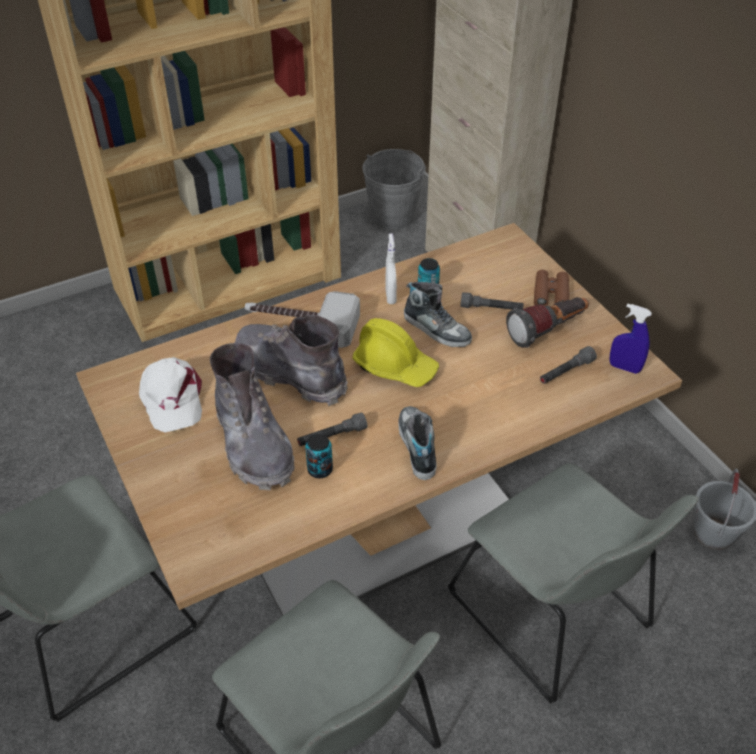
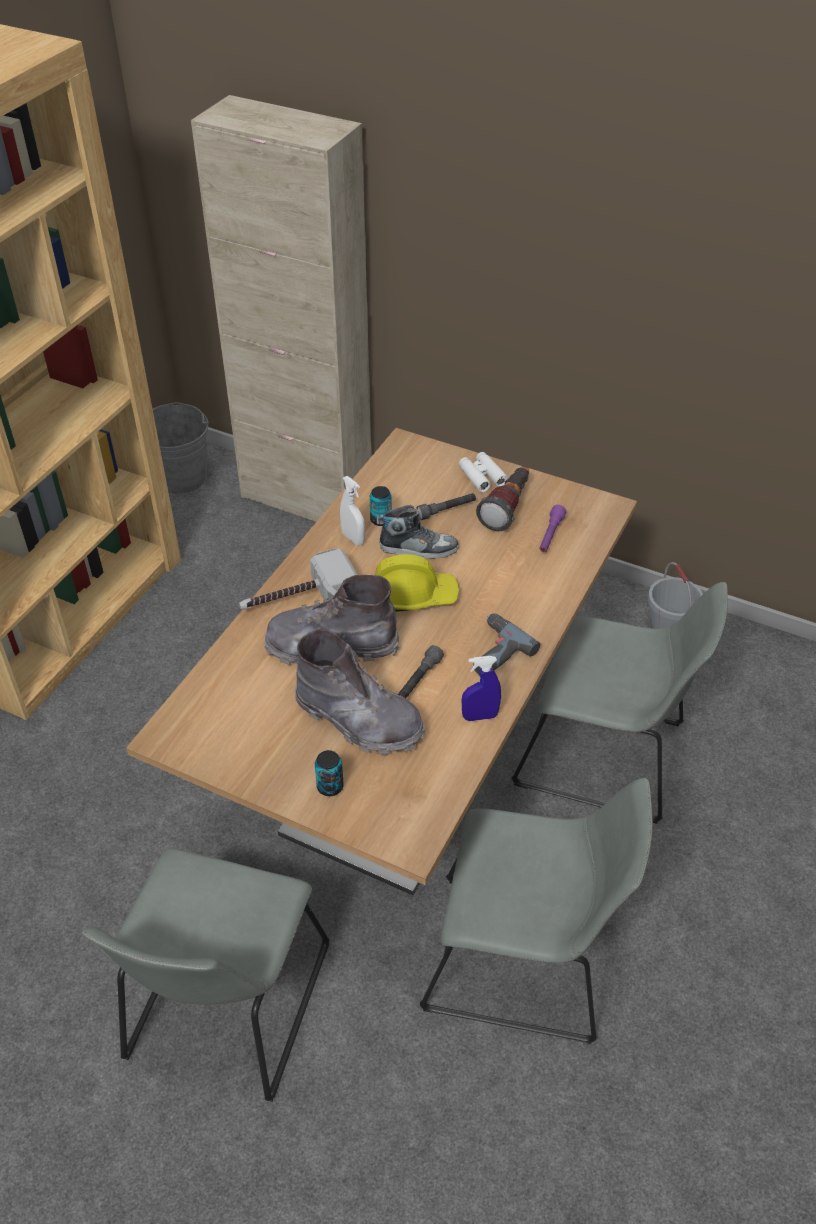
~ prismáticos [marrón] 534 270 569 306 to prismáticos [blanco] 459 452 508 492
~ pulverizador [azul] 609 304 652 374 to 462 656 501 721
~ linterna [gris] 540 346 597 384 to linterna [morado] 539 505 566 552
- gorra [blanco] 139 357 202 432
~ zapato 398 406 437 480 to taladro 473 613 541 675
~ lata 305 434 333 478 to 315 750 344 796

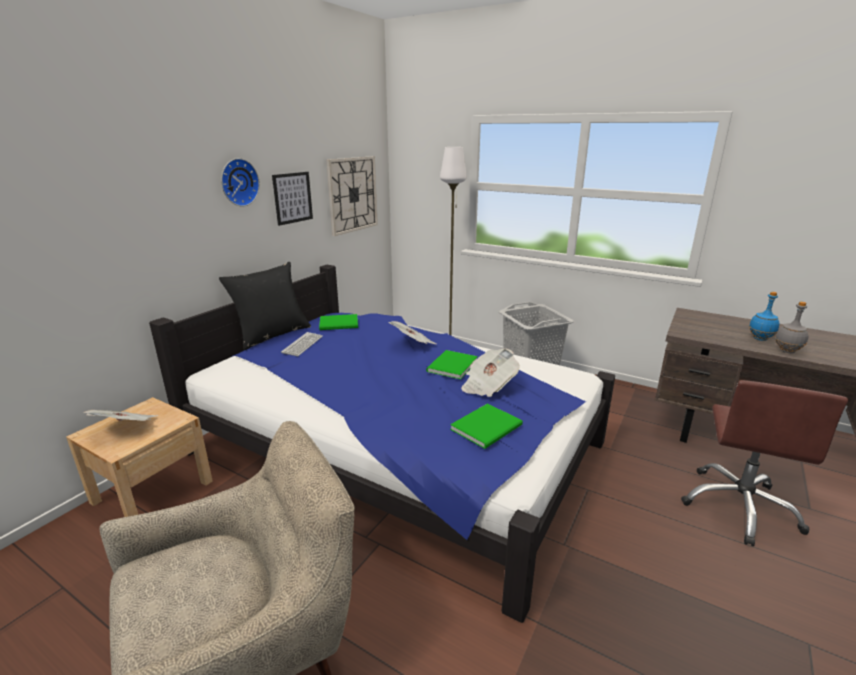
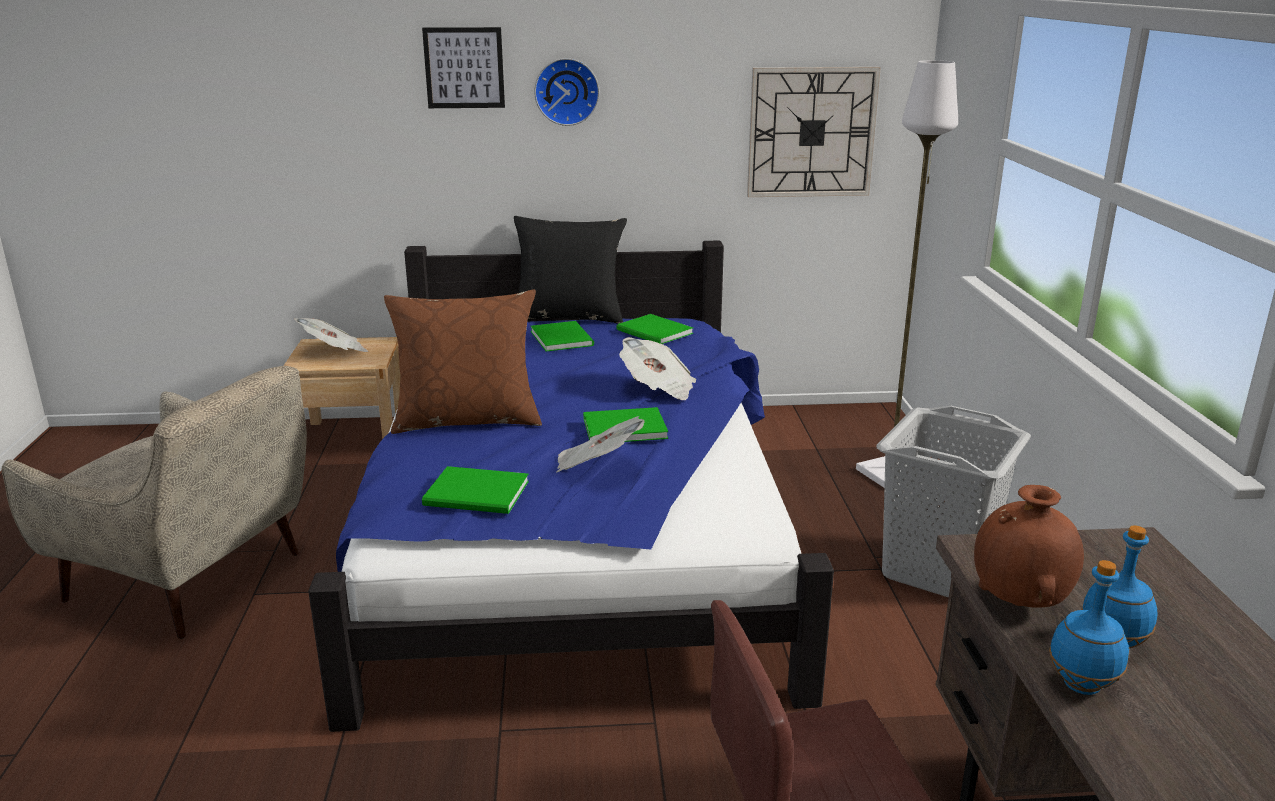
~ cuadro 272 172 313 226 to 422 27 505 108
~ botella [gris] 775 301 808 353 to botella [azul] 1049 560 1129 695
~ teclado 281 332 323 356 to libro [verde] 531 321 594 352
+ cojín [marrón] 384 290 542 434
+ florero [marrón] 974 485 1084 608

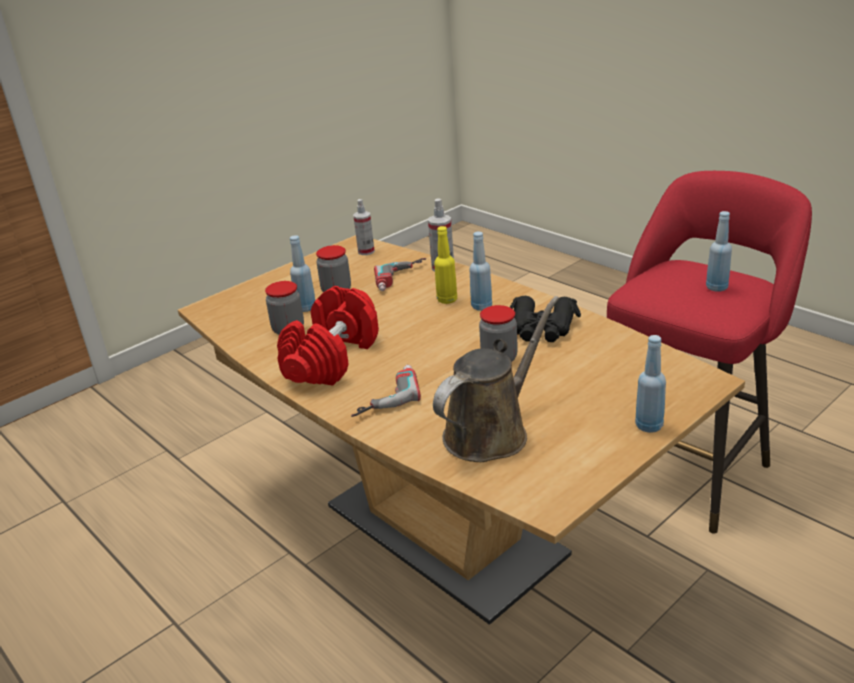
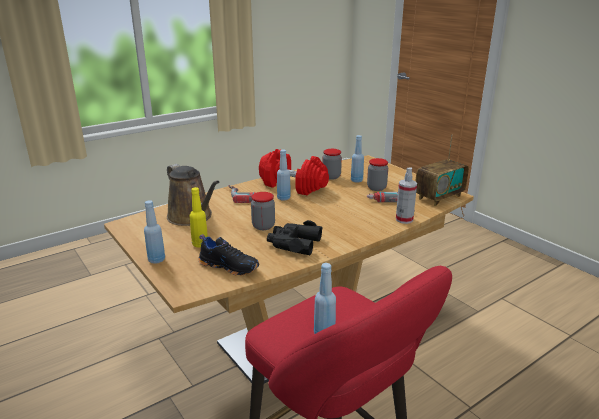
~ pulverizador 353 199 375 255 to radio 416 135 469 206
~ botella [amarillo] 434 226 457 304 to 189 187 208 248
~ botella [azul] 469 232 492 311 to 277 150 291 200
+ zapato [negro] 198 234 259 275

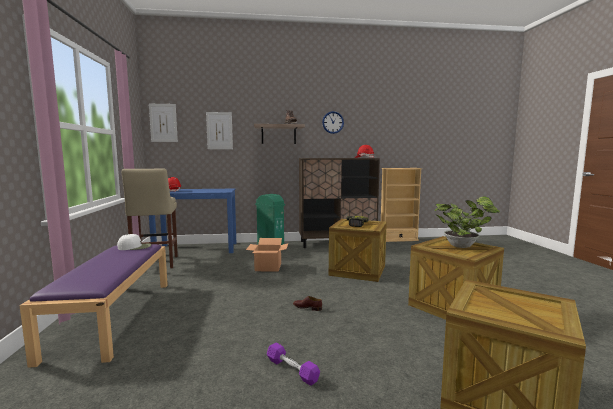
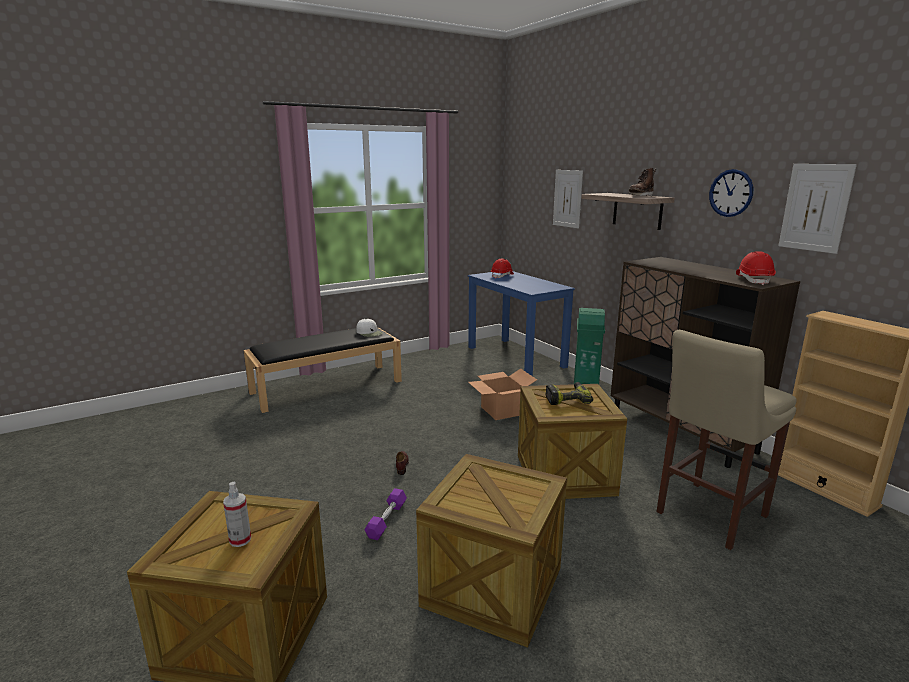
~ cuadro 149 104 178 142 to 778 164 857 254
~ taburete [beis] 122 168 178 268 to 656 330 796 550
- planta en maceta 434 196 500 248
~ banco [morado] 20 244 168 368 to banco [negro] 243 328 402 413
~ mancuerna [morado] 267 343 320 386 to 364 488 407 540
+ pulverizador 223 481 251 547

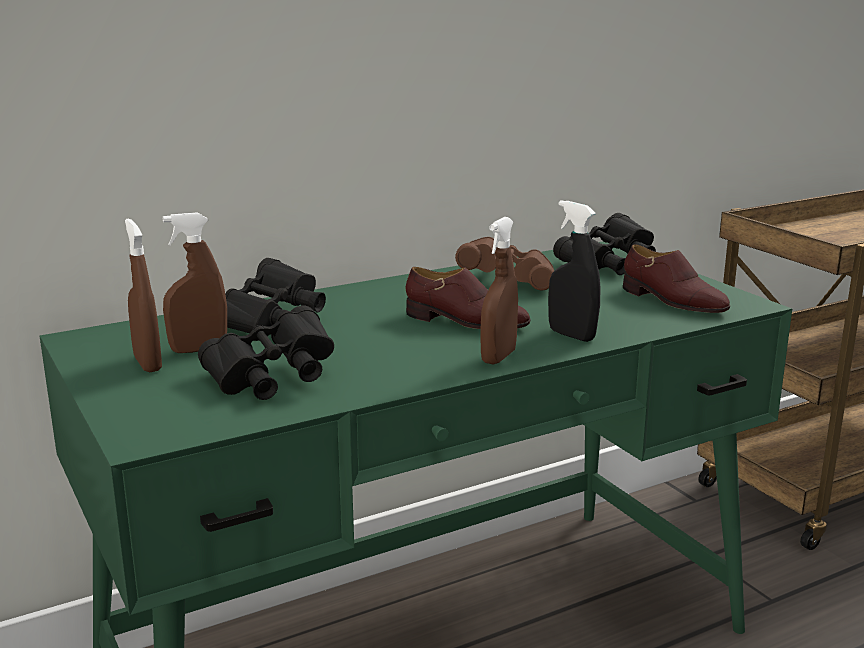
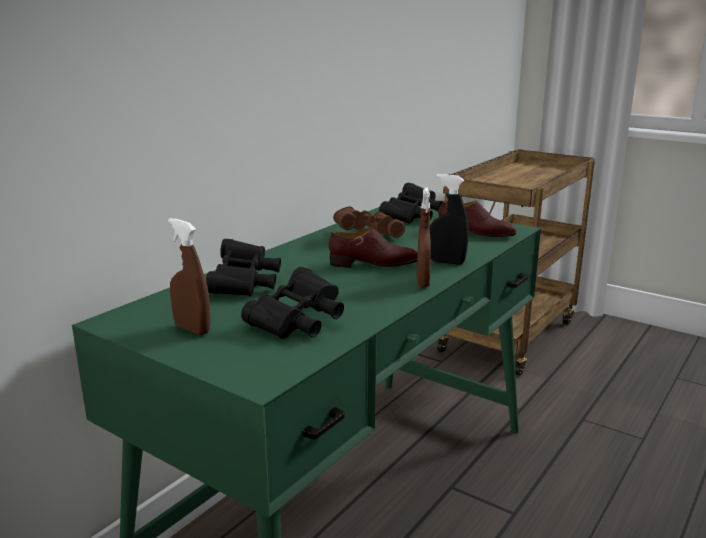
- pulverizador [marrón] 163 213 227 353

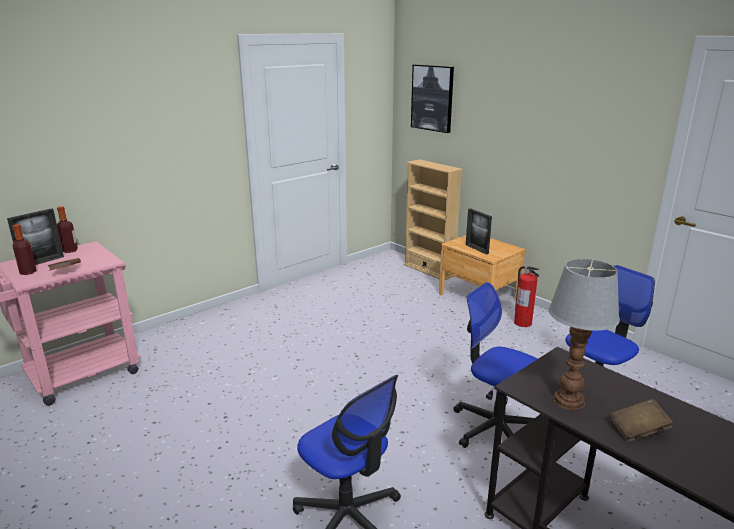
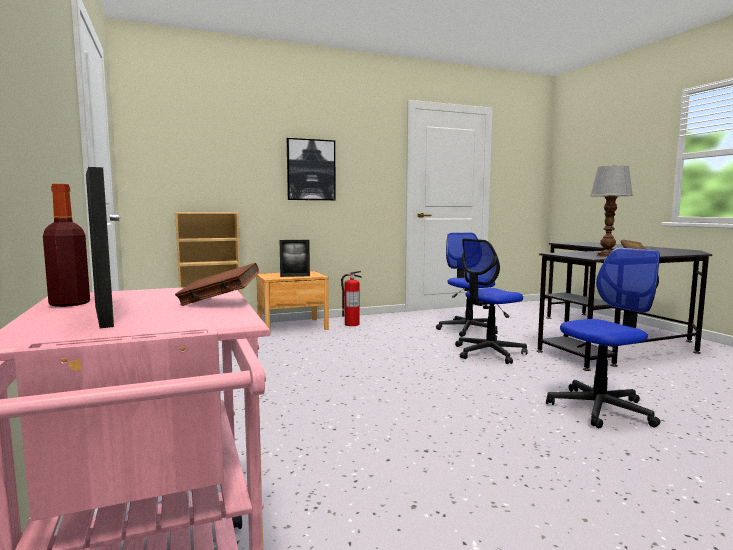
~ cuadro 411 64 454 133 to 287 138 336 200
- botella 13 224 37 275

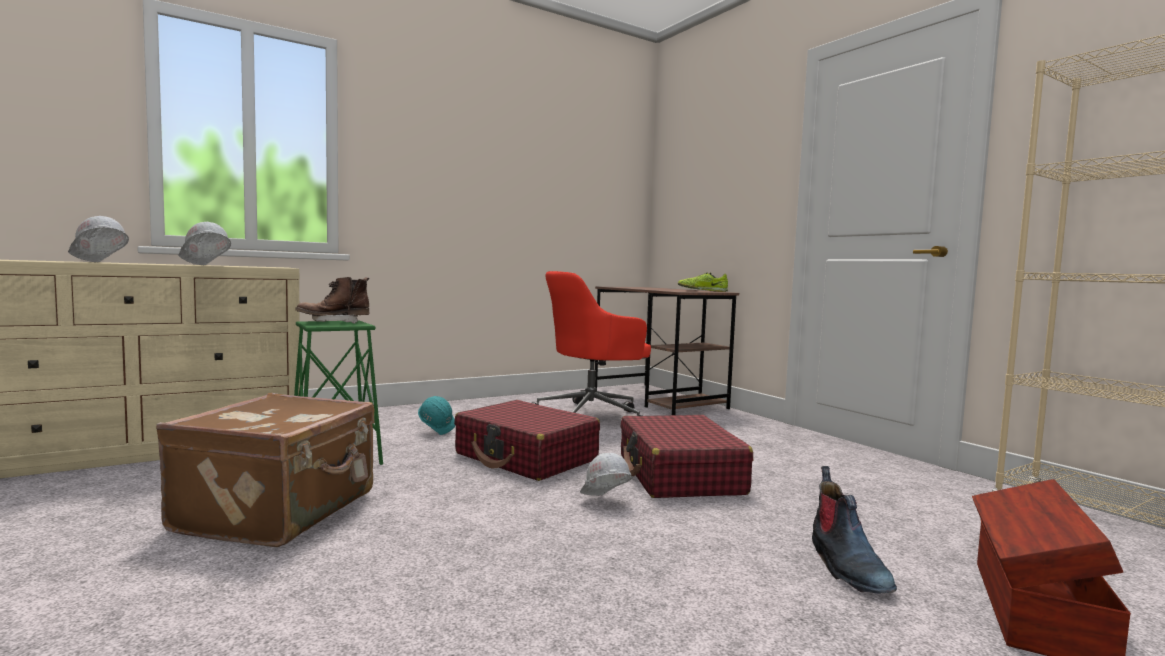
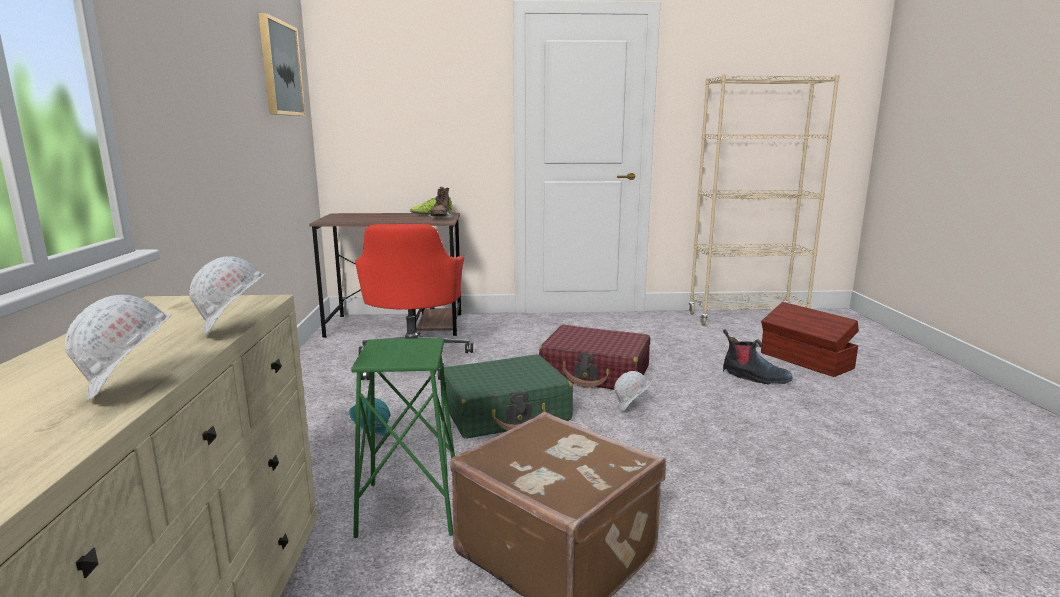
~ bota [marrón] 295 277 370 323 to 428 187 453 219
~ maleta [rojo] 454 400 600 481 to maleta [verde] 443 354 573 439
+ cuadro 258 13 305 116

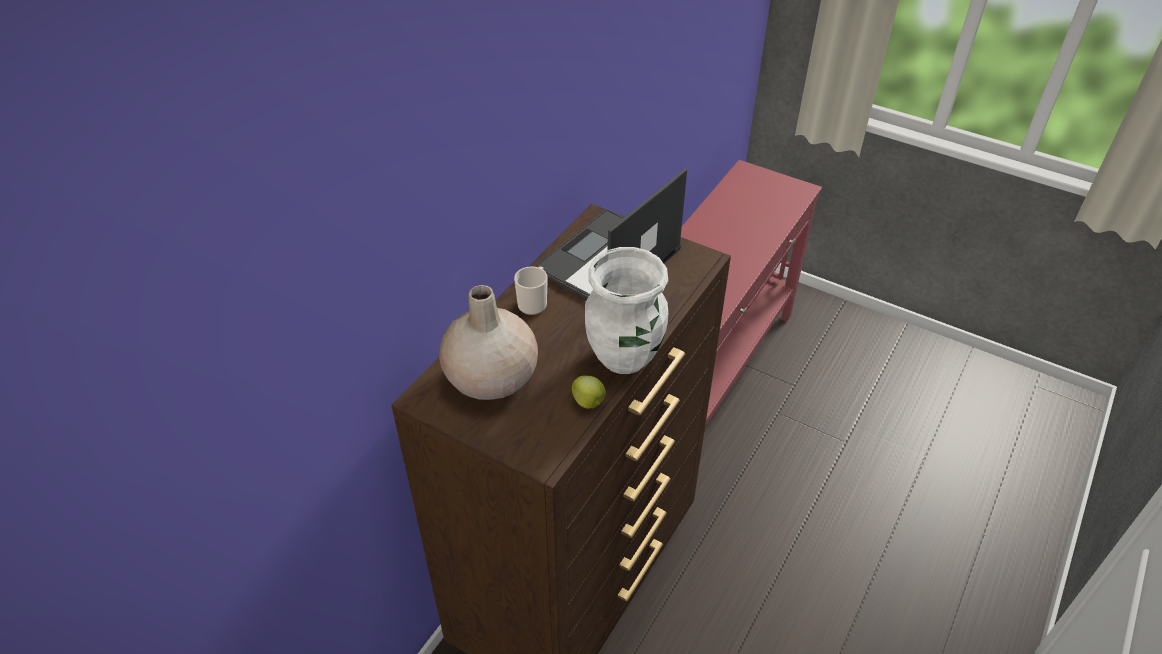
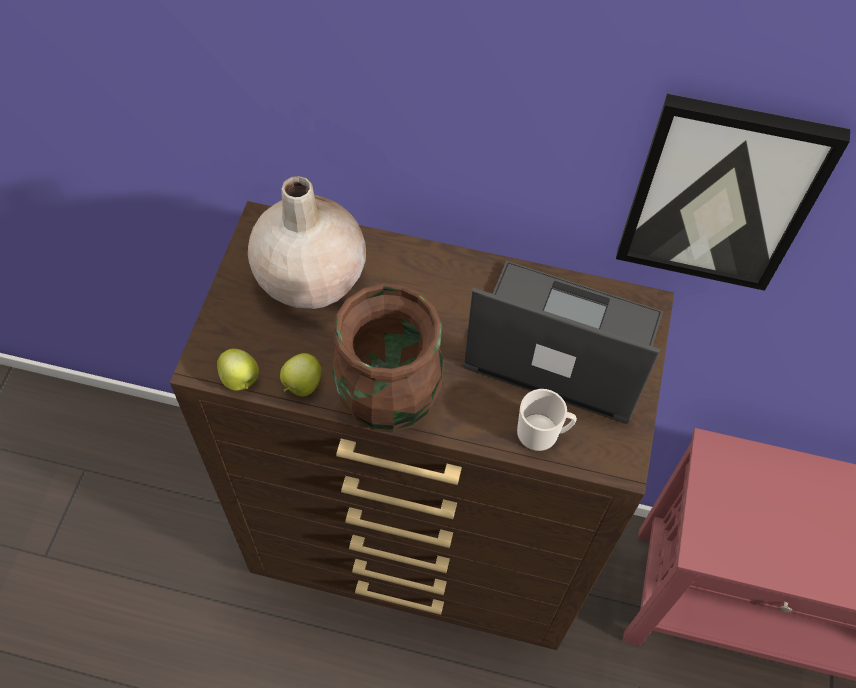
~ florero [blanco] 585 247 668 374 to florero [marrón] 332 283 444 433
~ taza grande 514 266 548 315 to 517 389 577 451
+ cuadro 616 94 850 291
+ manzana 217 349 259 391

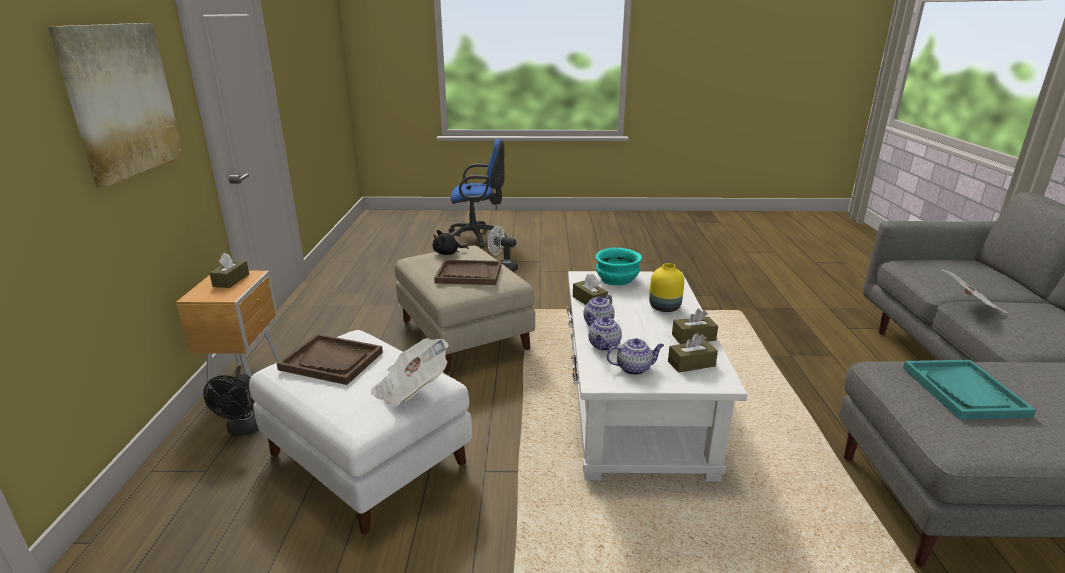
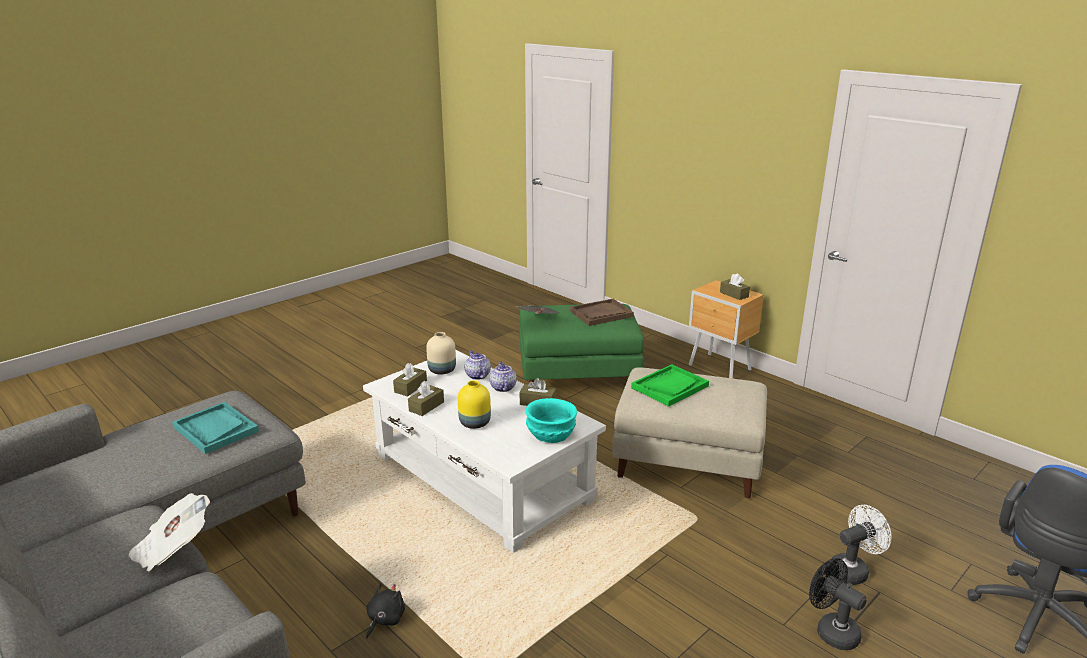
- cuadro 48 23 184 187
~ peluche [negro] 433 230 469 255 to 366 583 405 639
~ bandeja [marrón] 434 259 501 285 to bandeja [verde] 631 364 709 407
~ puf [blanco] 249 330 472 535 to puf [verde] 519 304 644 383
~ tetera 606 338 664 375 to florero [beis] 426 332 456 375
~ ventilador [negro] 203 374 259 436 to 809 558 867 650

